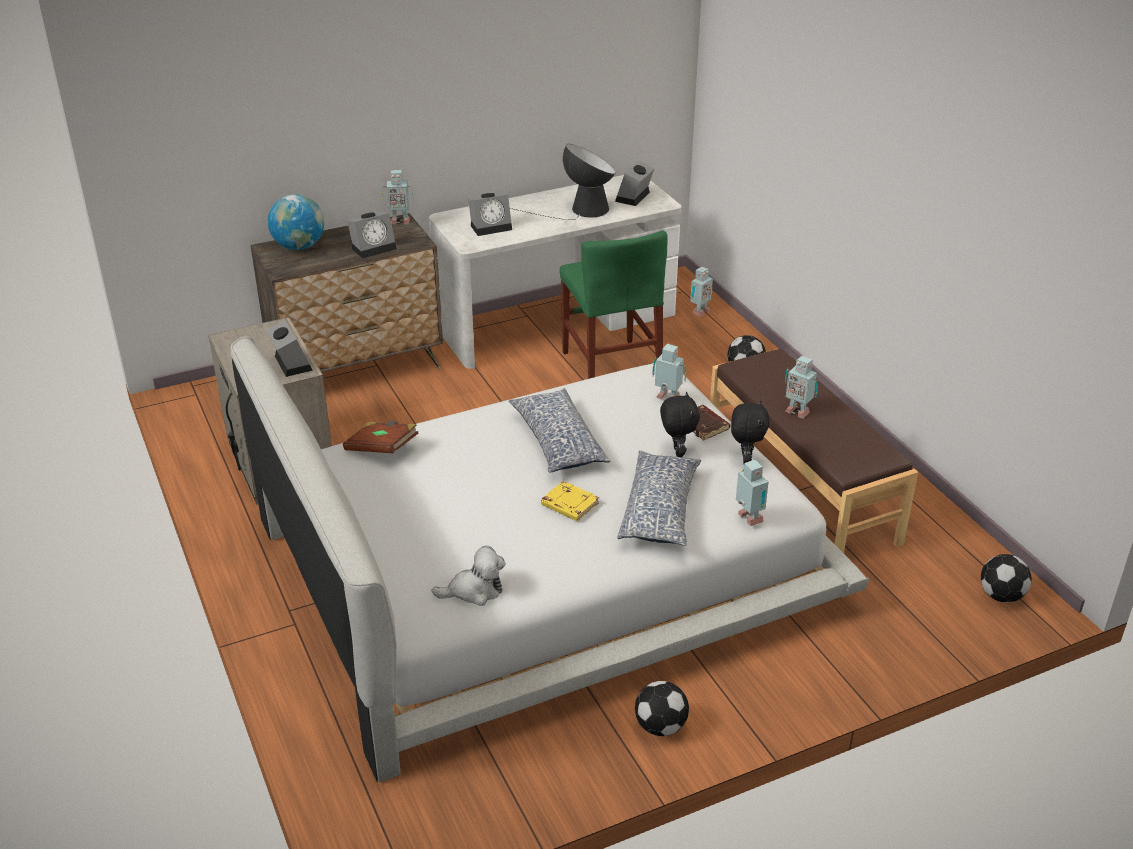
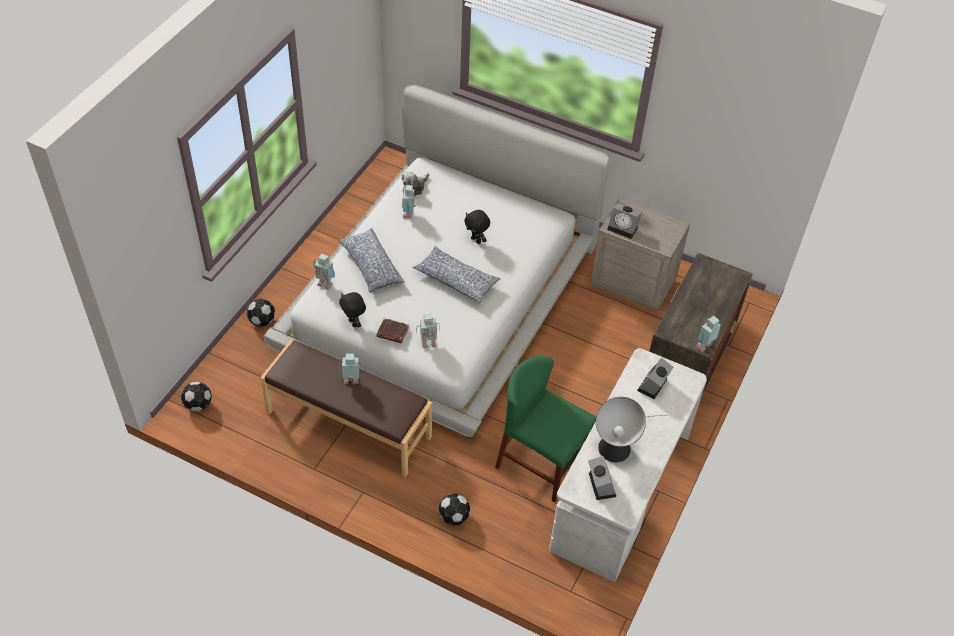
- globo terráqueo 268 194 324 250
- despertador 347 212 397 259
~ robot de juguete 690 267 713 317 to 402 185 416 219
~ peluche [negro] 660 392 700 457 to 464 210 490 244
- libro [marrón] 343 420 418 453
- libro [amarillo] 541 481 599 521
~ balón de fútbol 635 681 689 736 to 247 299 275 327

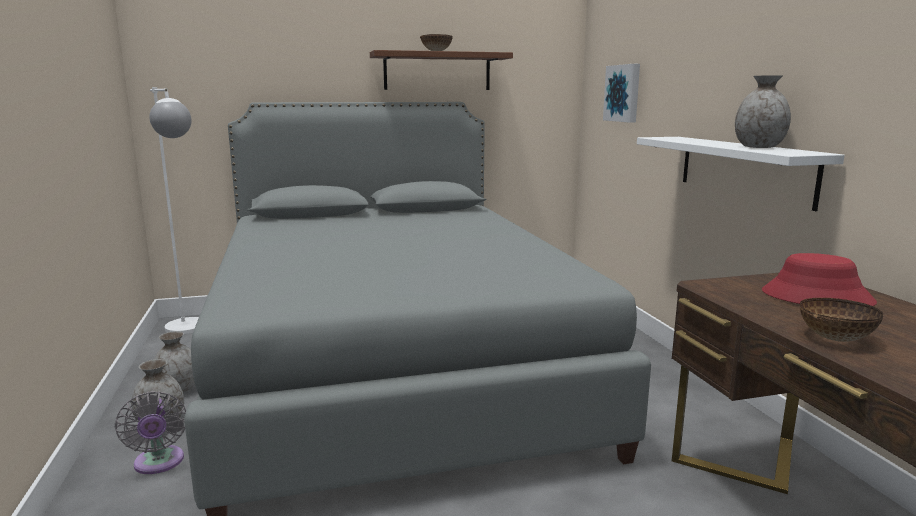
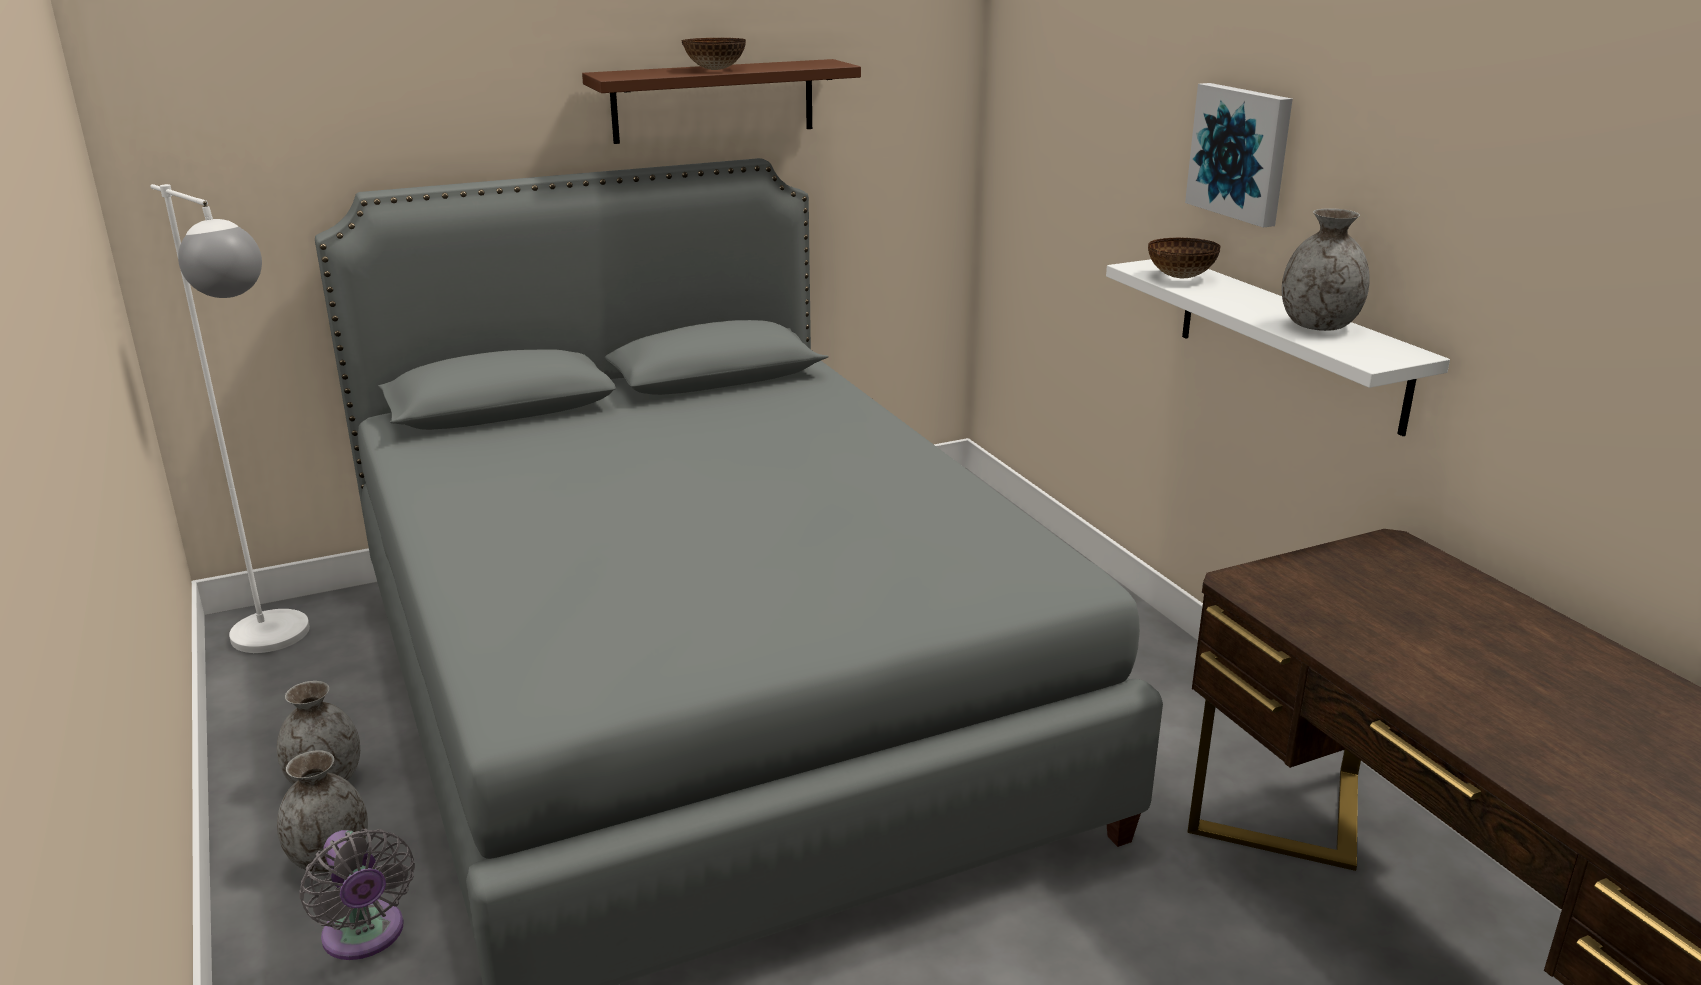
~ cuadro 603 64 640 123 to 1185 83 1293 228
- sombrero [rojo] 762 253 877 306
~ cuenco 800 298 884 342 to 1148 237 1221 278

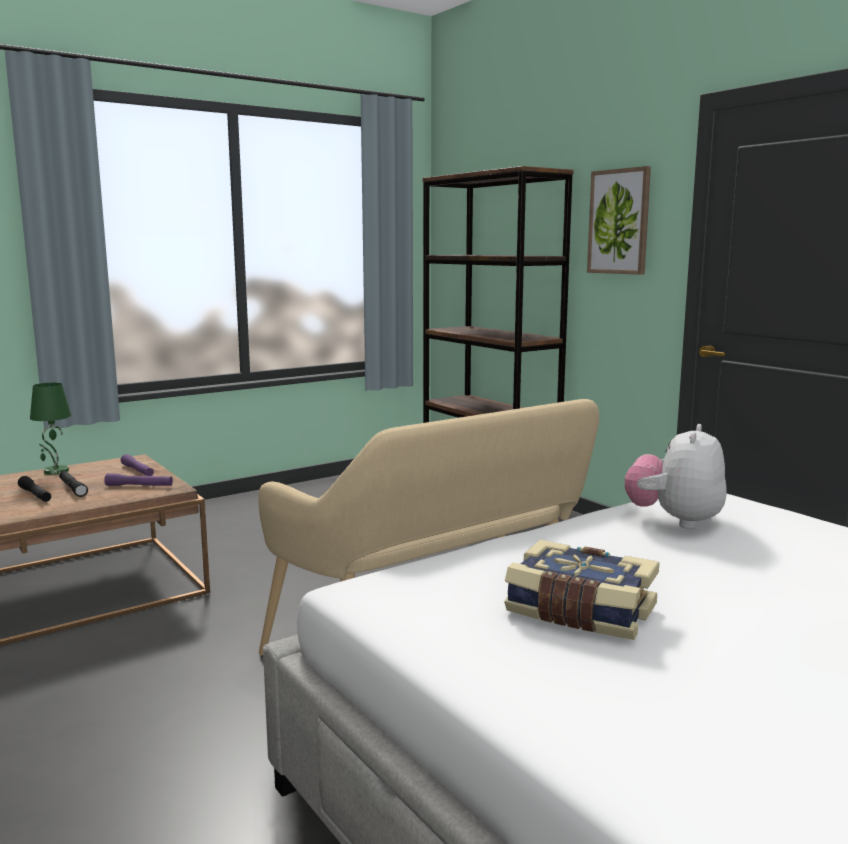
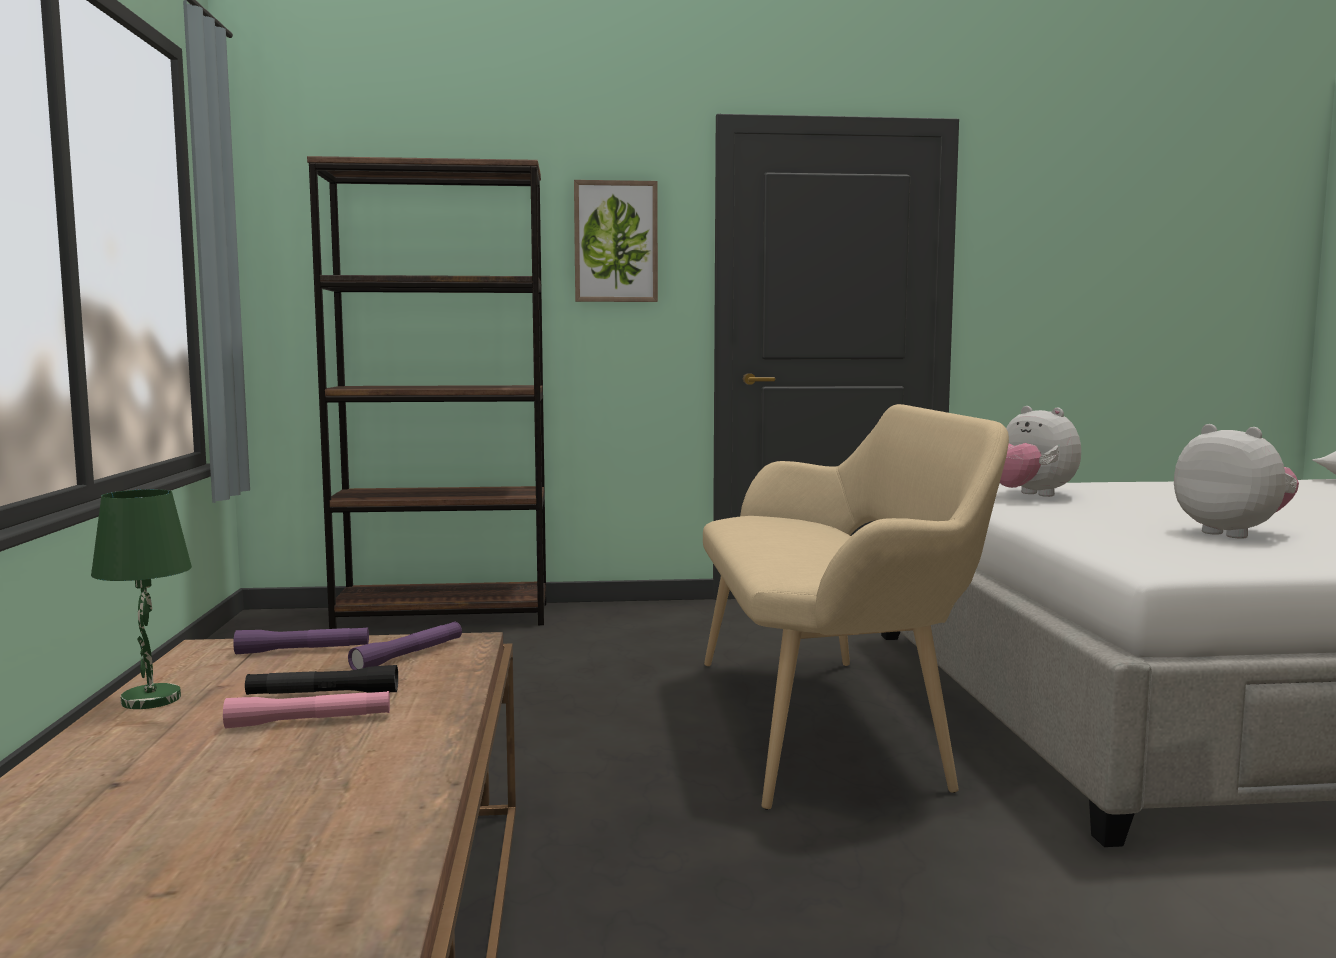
~ linterna [negro] 18 476 51 502 to linterna [rosa] 223 691 390 728
~ libro 504 540 659 640 to peluche 1174 424 1299 539

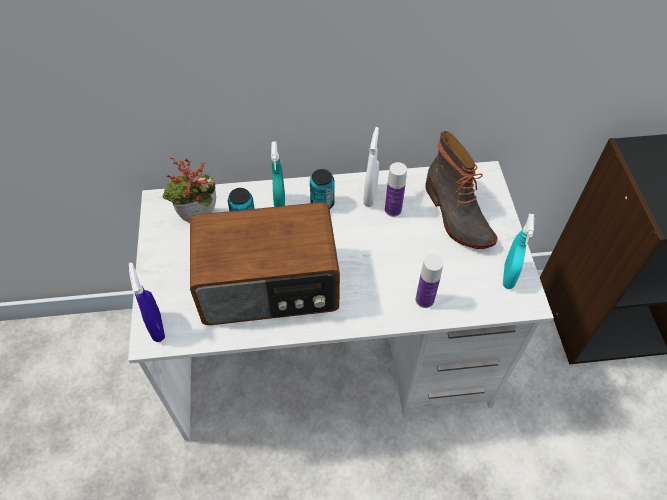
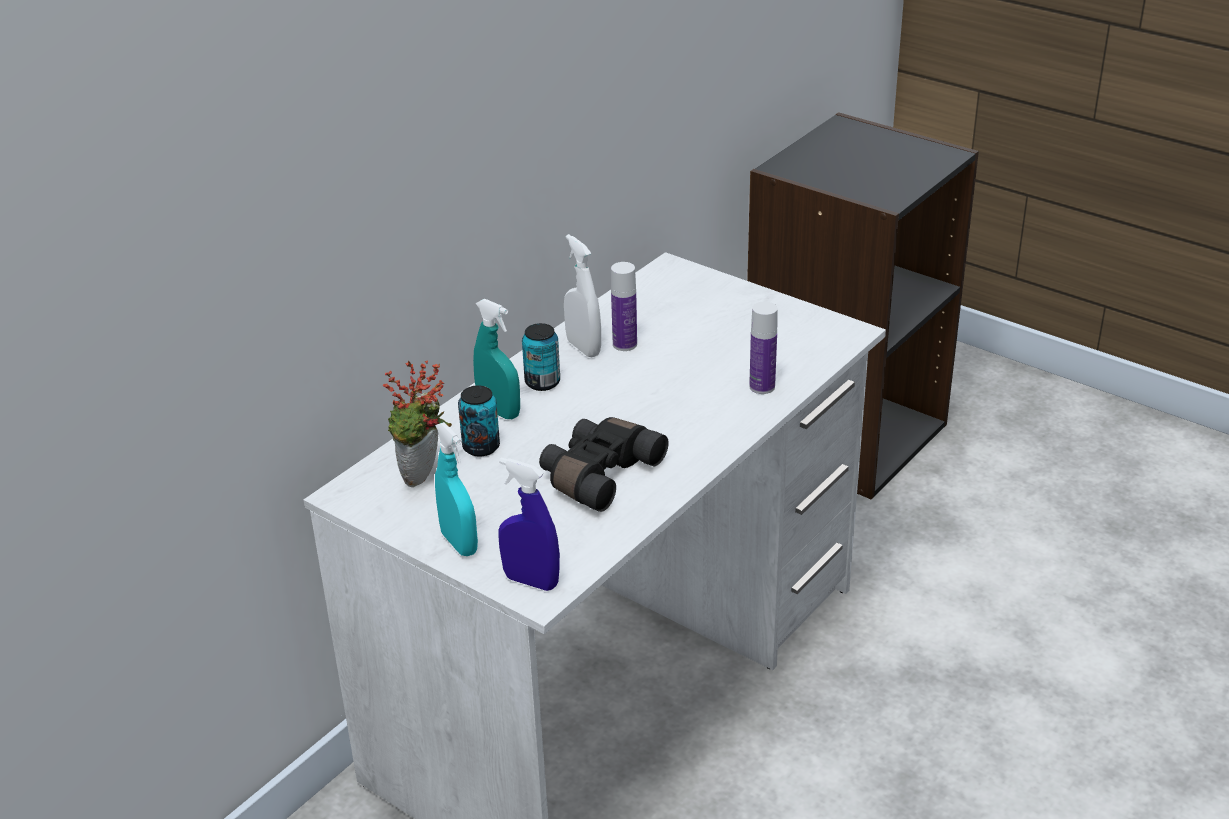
- bota 425 131 498 249
~ radio 190 202 340 325 to prismáticos [negro] 539 417 669 512
~ pulverizador [turquesa] 503 214 534 289 to 435 422 478 556

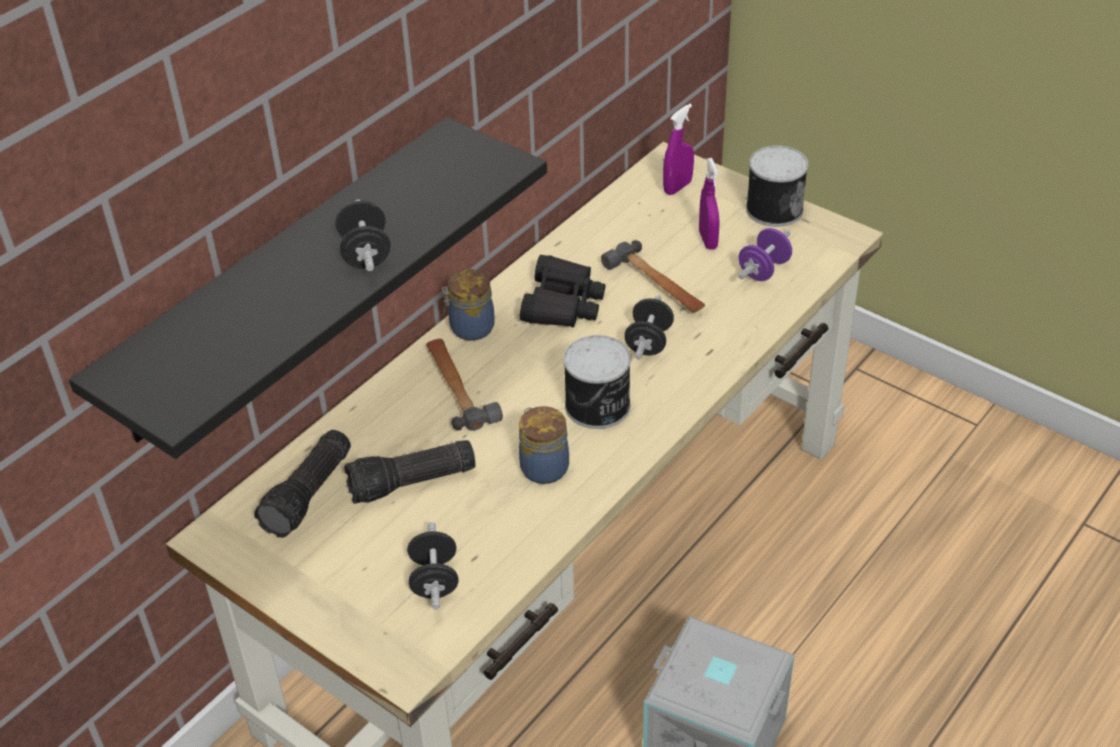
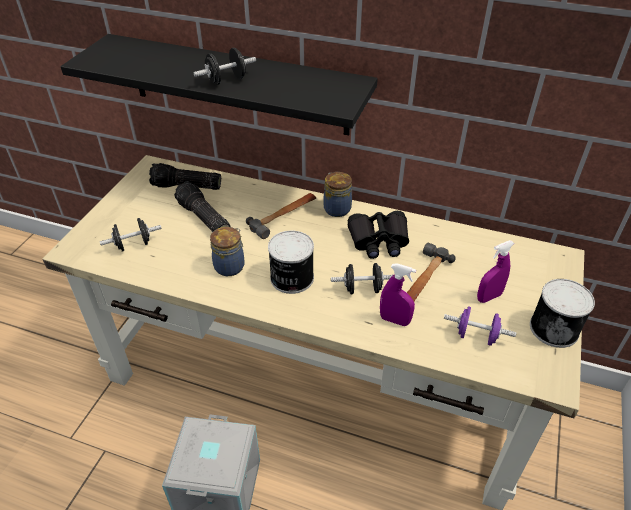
~ pulverizador [morado] 663 104 694 195 to 380 263 416 326

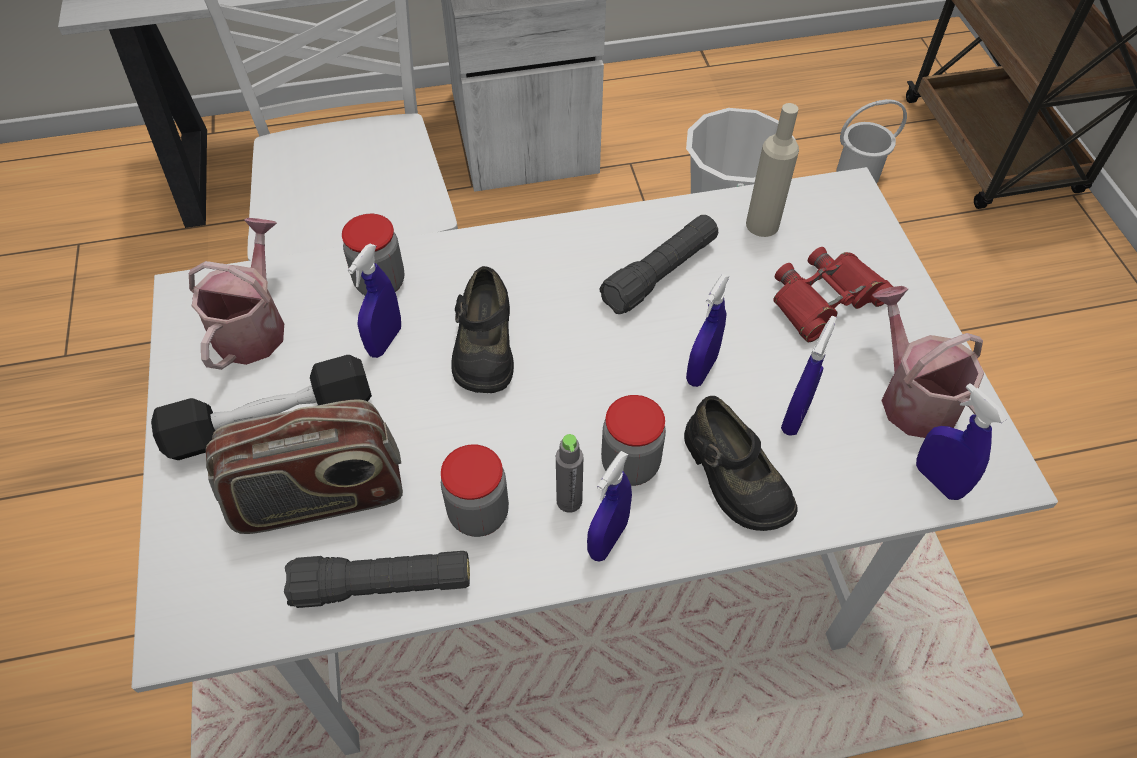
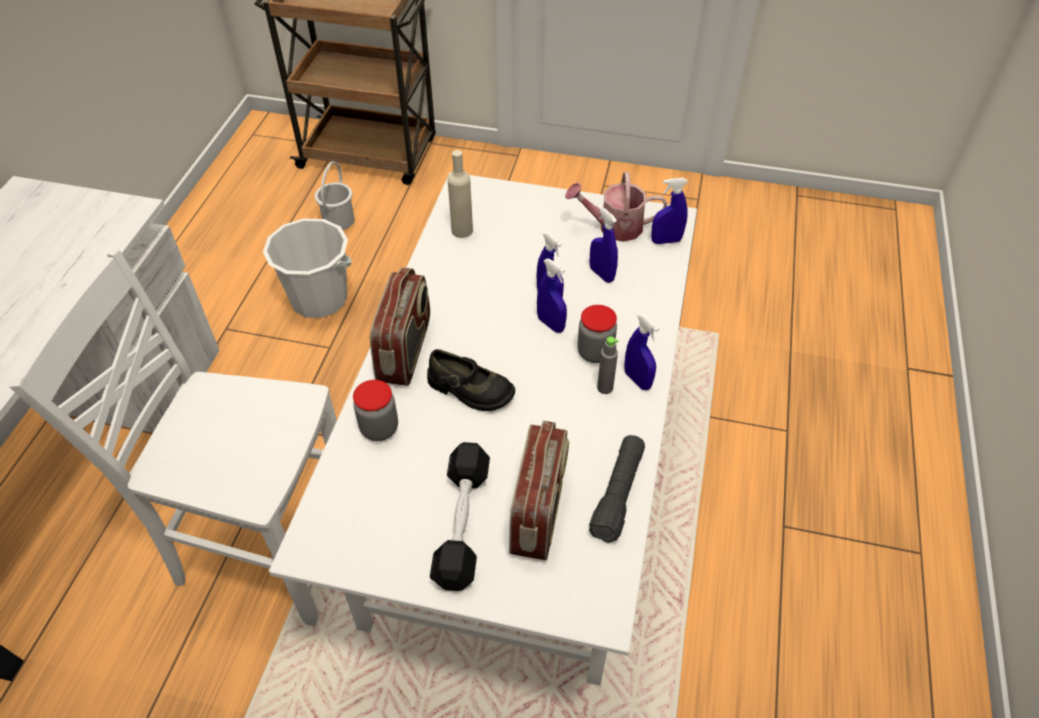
- linterna [negro] 599 215 718 314
- regadera 189 218 284 370
~ pulverizador [azul] 348 244 401 358 to 537 259 567 333
- prismáticos [rojo] 773 247 893 342
- zapato [negro] 684 396 798 531
- tarro 441 444 509 537
+ radio 370 268 430 386

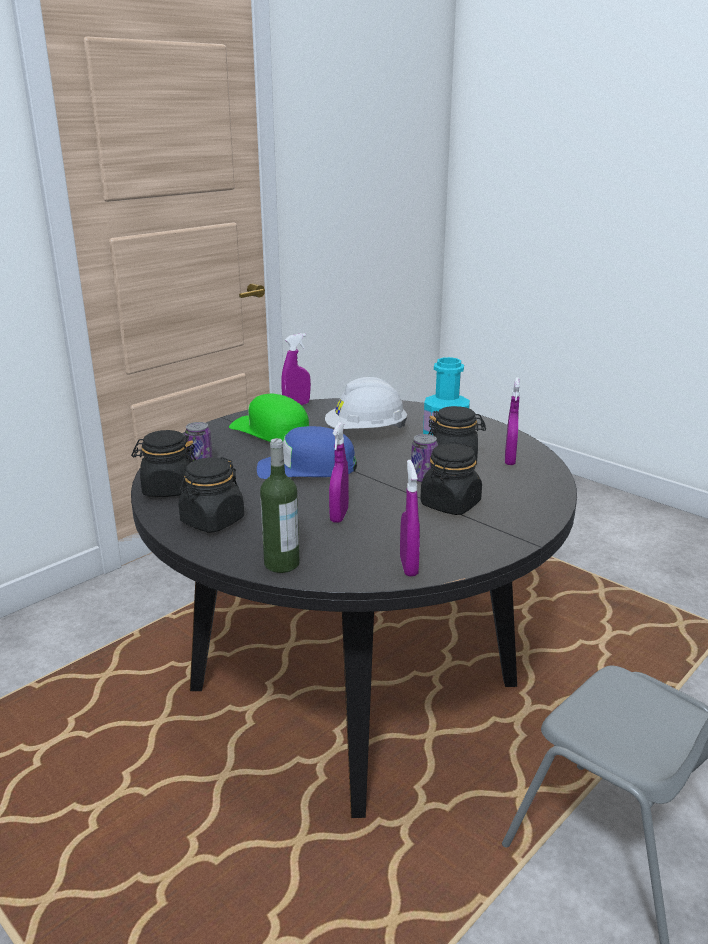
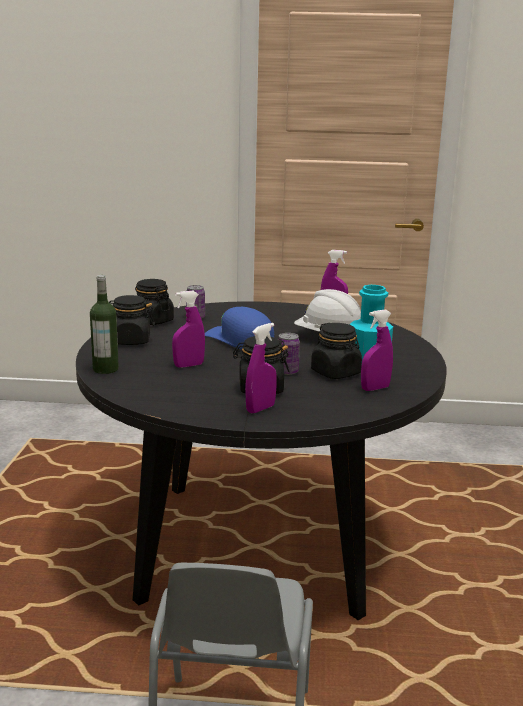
- gorra [verde] 229 394 309 442
~ pulverizador [morado] 400 460 420 576 to 245 323 277 413

